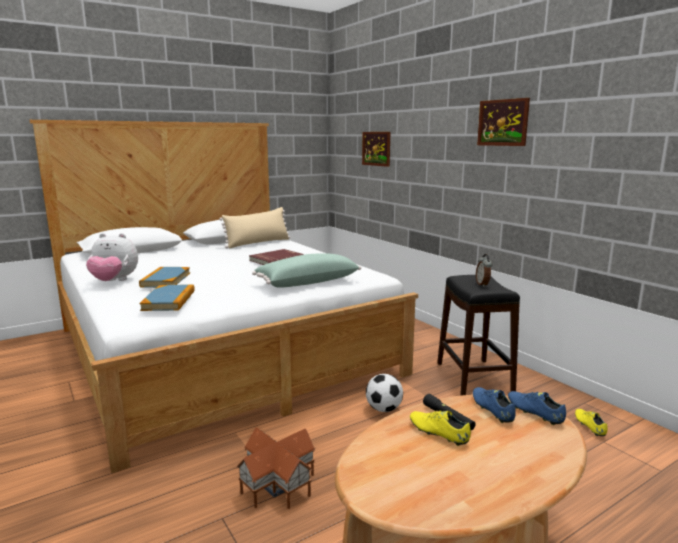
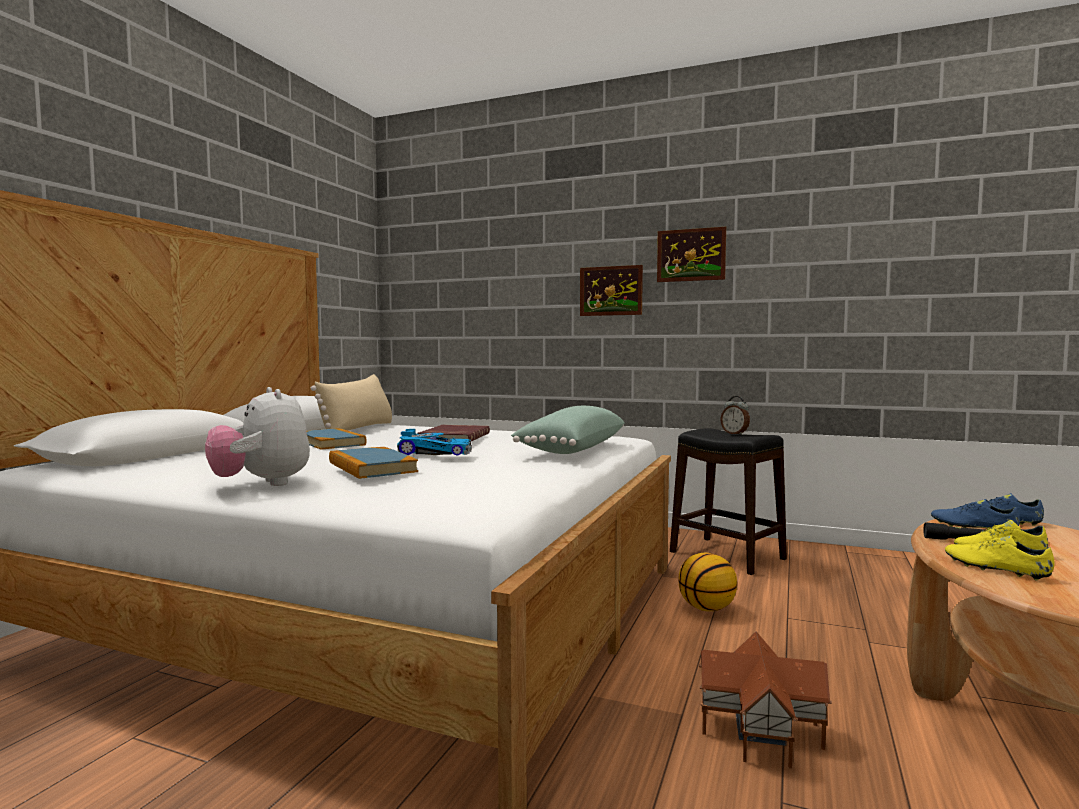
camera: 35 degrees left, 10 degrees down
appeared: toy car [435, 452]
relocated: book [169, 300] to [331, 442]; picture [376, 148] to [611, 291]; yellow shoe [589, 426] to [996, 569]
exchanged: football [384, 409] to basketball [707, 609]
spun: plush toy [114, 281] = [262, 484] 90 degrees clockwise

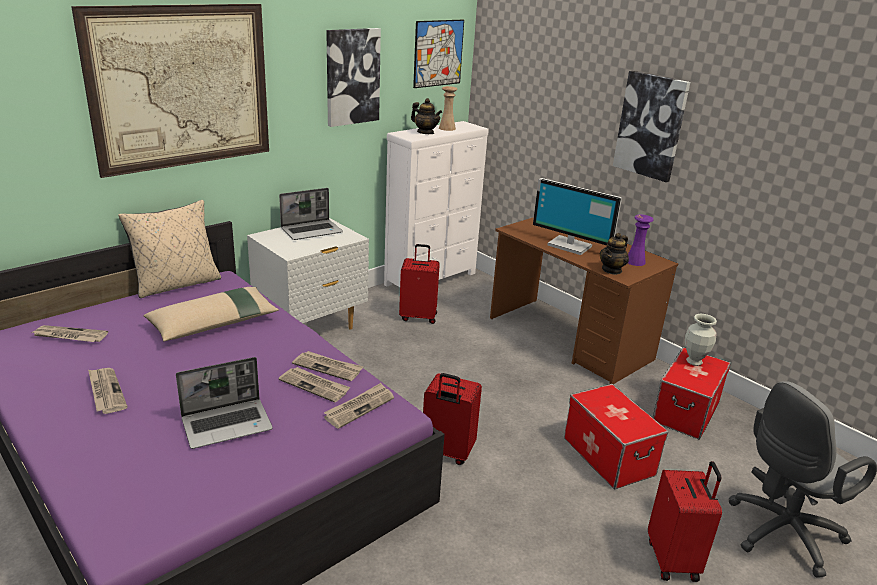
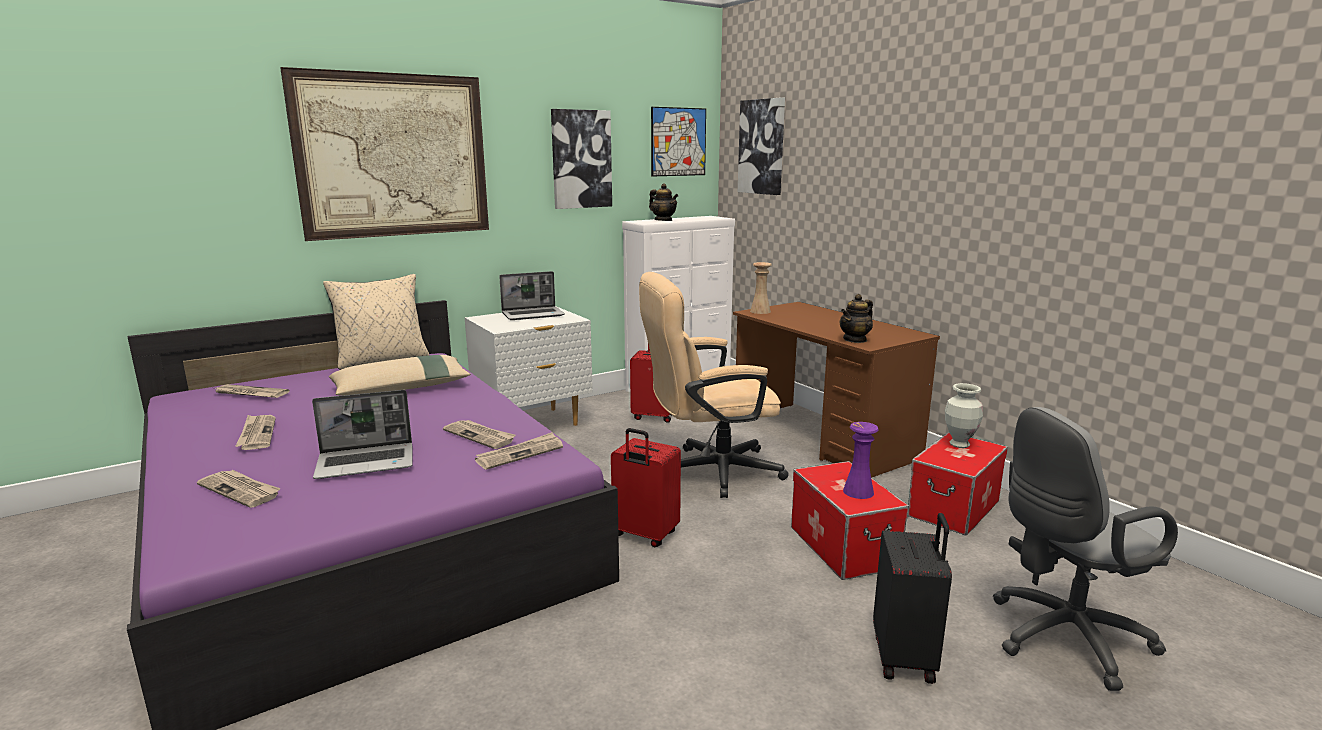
camera: 10 degrees right, 10 degrees down
missing: monitor [570, 245]
appeared: beige office chair [708, 471]
relocated: newspaper [328, 367] to [241, 490]; beige vase [447, 128] to [760, 311]; picture [651, 126] to [762, 147]; purple vase [635, 261] to [858, 491]
colour: red suitcase [673, 560] to black suitcase [905, 658]

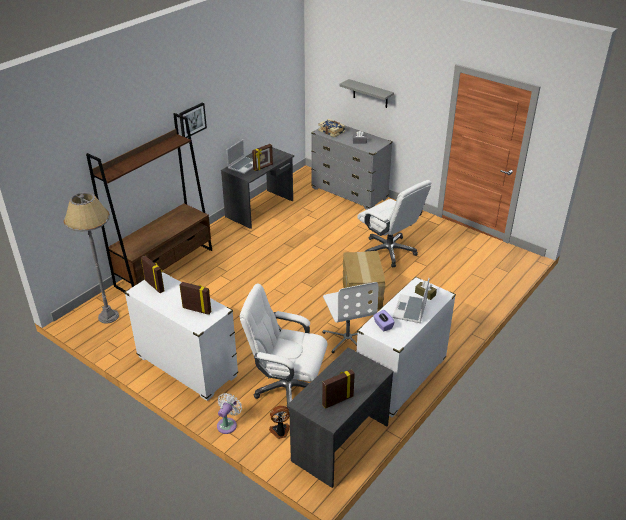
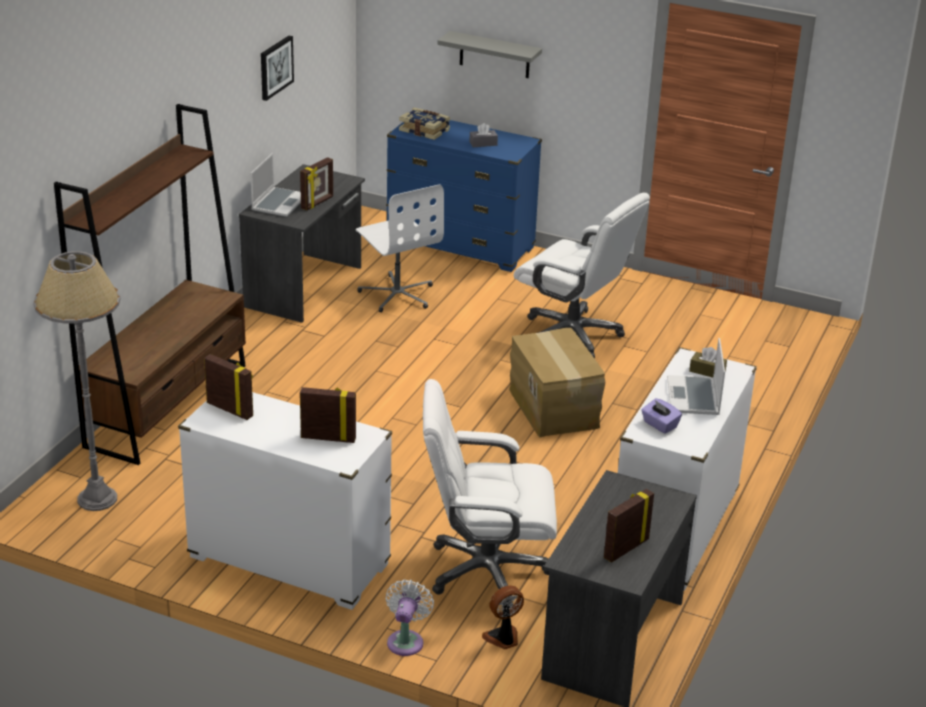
camera: 15 degrees left, 5 degrees down
relocated: picture [192, 120] to [275, 67]; white office chair [347, 338] to [397, 294]
colour: grey dresser [349, 193] to blue dresser [461, 246]

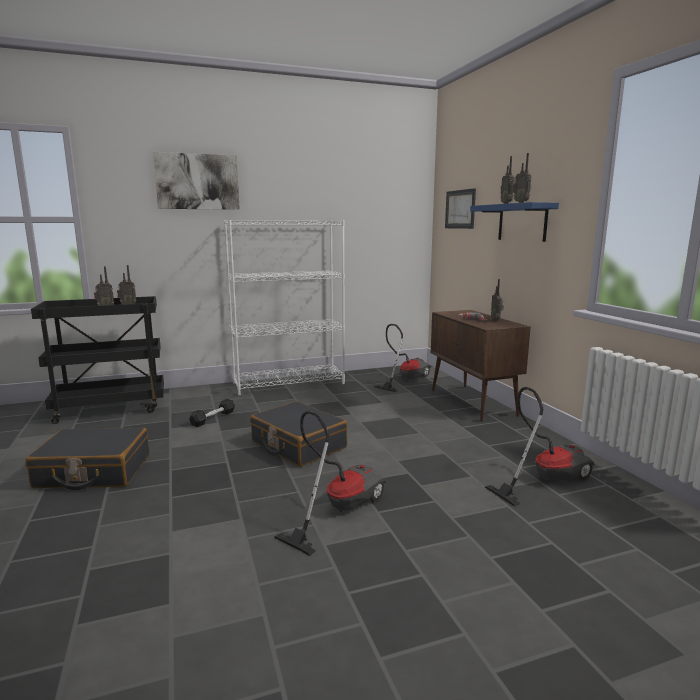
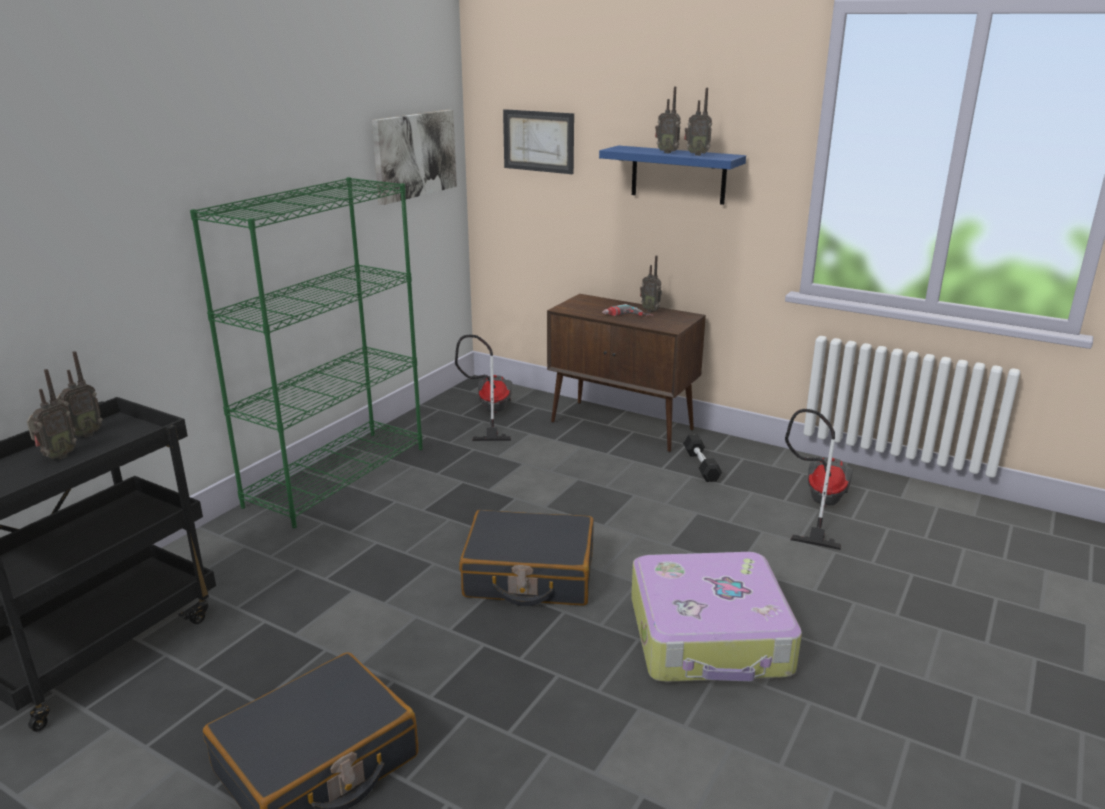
camera: 40 degrees left, 10 degrees up
relocated: picture [197, 182] to [414, 155]; black dumbbell [213, 418] to [701, 466]
exchanged: vacuum cleaner [338, 508] to suitcase [710, 637]
colour: white bookcase [289, 383] to green bookcase [337, 475]

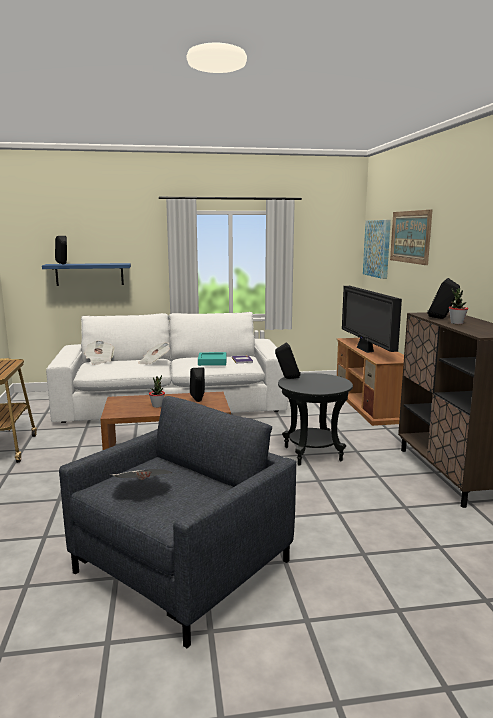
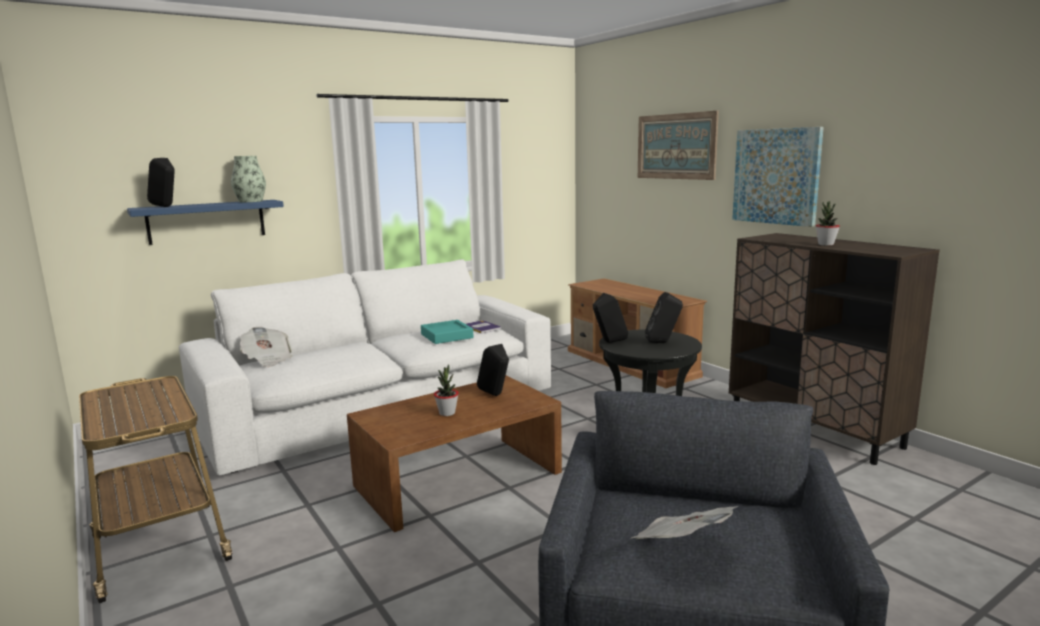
camera: 25 degrees left, 0 degrees up
missing: newspaper [154, 362]; television [365, 350]
appeared: vase [250, 201]
relocated: picture [377, 248] to [776, 176]; black speaker [441, 318] to [663, 342]

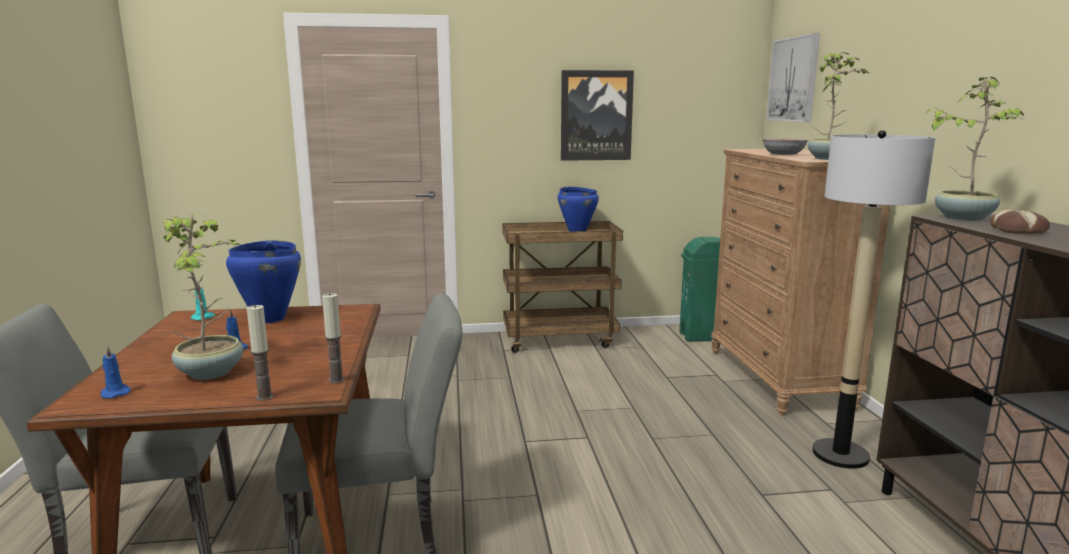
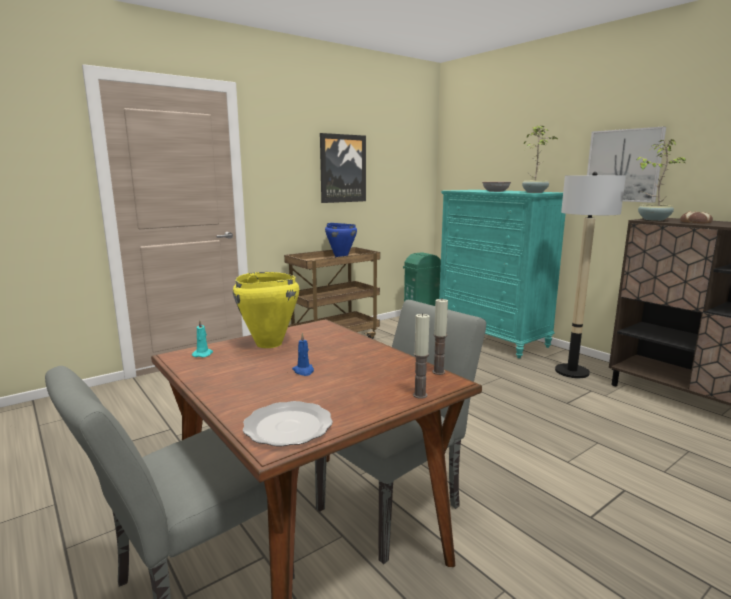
camera: 30 degrees left, 0 degrees up
missing: potted plant [212, 372]
relocated: picture [793, 79] to [623, 165]
exchanged: blue candle [115, 393] to plate [287, 426]
colour: blue cooking pot [269, 319] to yellow cooking pot [268, 344]; brown dresser [778, 379] to turquoise dresser [491, 338]

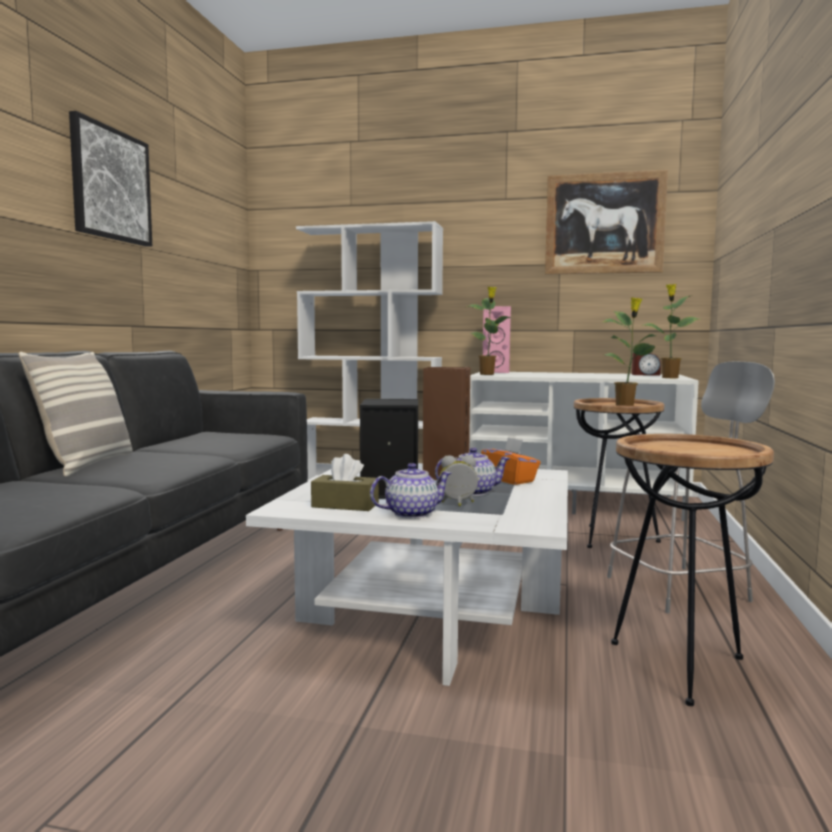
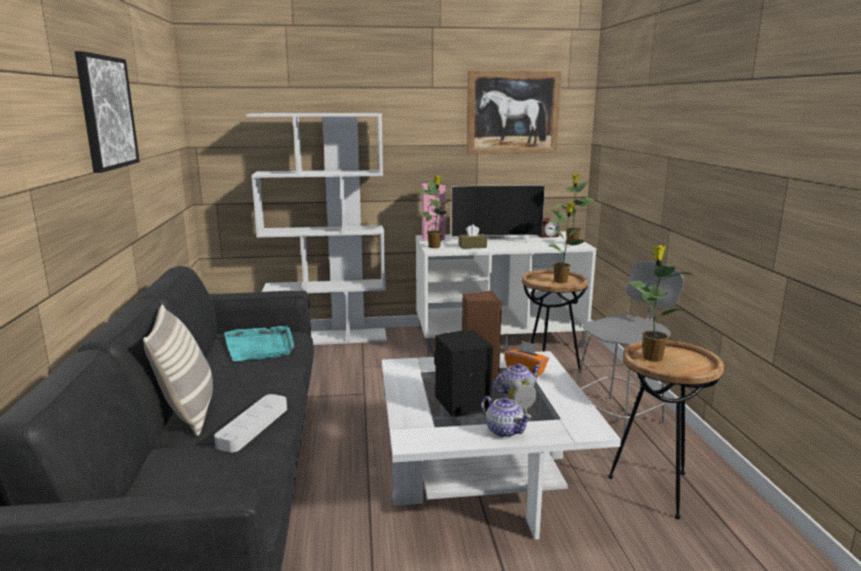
camera: 20 degrees left, 10 degrees up
appeared: grey tray [253, 426]; turquoise tray [260, 346]; television [496, 239]; potted plant [651, 357]
relocated: brown tissue box [345, 505] to [472, 246]
spun: teapot [410, 514] = [504, 430] 90 degrees clockwise

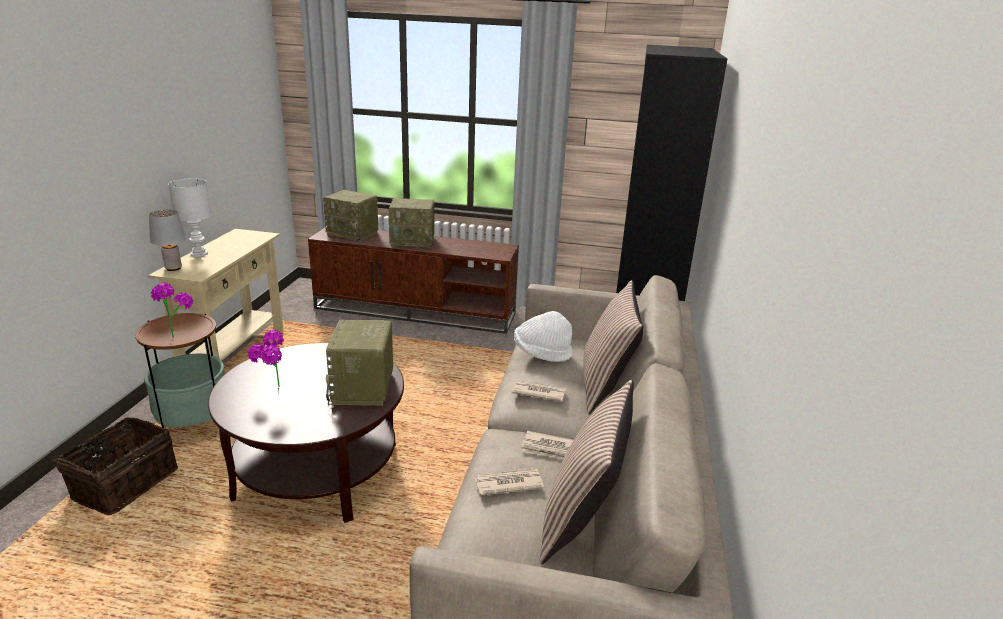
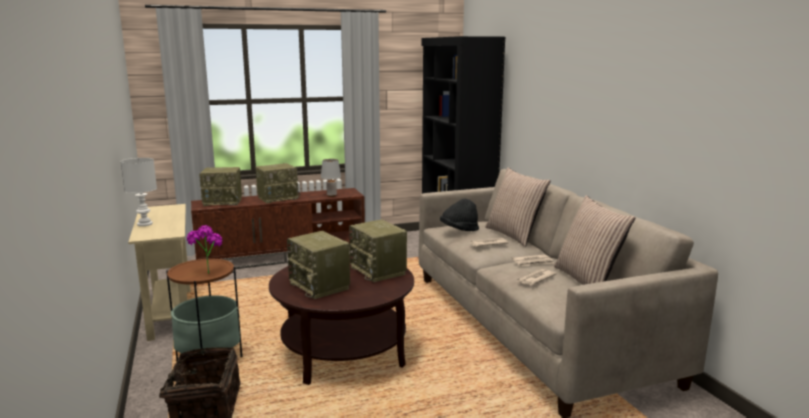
camera: 30 degrees left, 10 degrees down
relocated: grey table lamp [173, 268] to [331, 195]
exchanged: potted plant [272, 390] to radio [320, 286]
colour: white hat [542, 353] to black hat [459, 230]

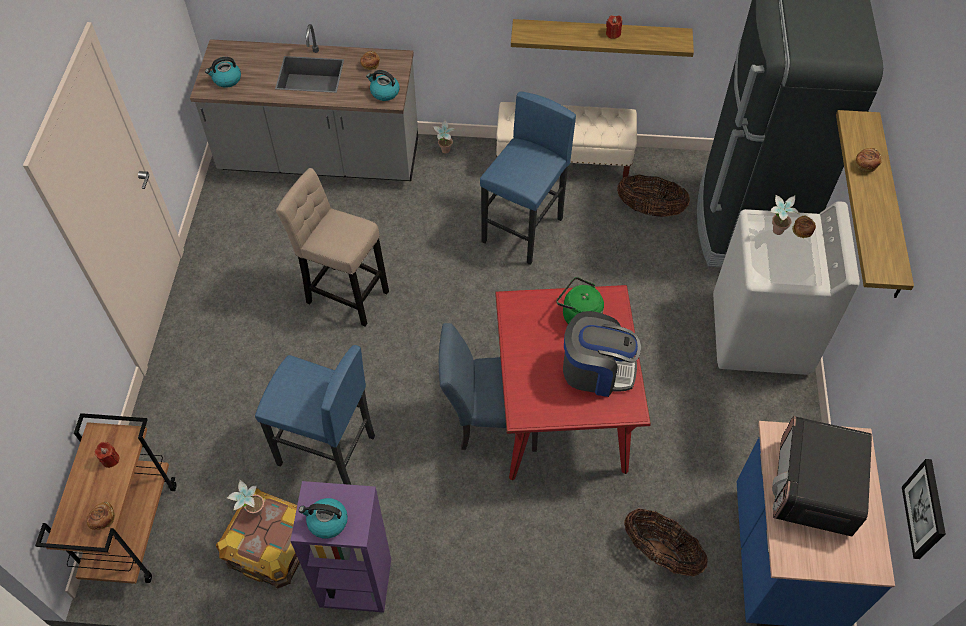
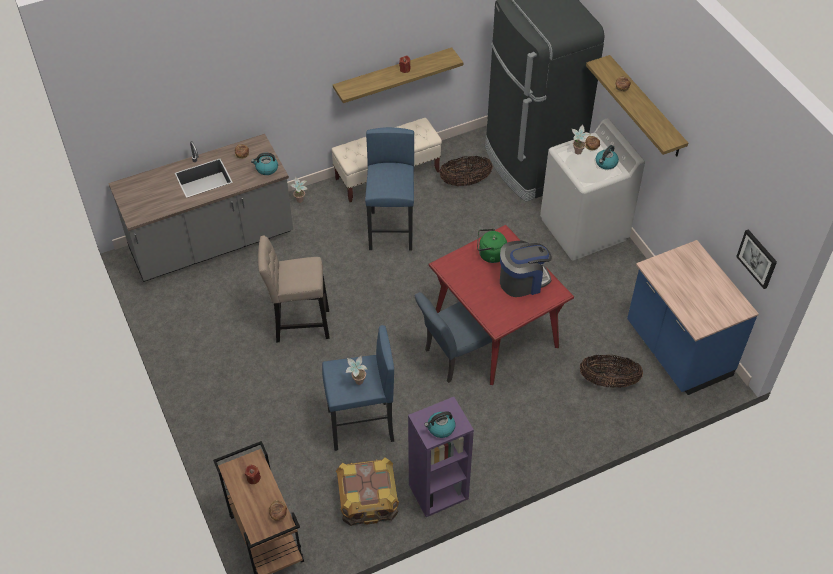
camera: 30 degrees left, 5 degrees down
missing: microwave [813, 488]
relocated: kettle [226, 79] to [606, 163]; potted plant [253, 512] to [357, 383]

